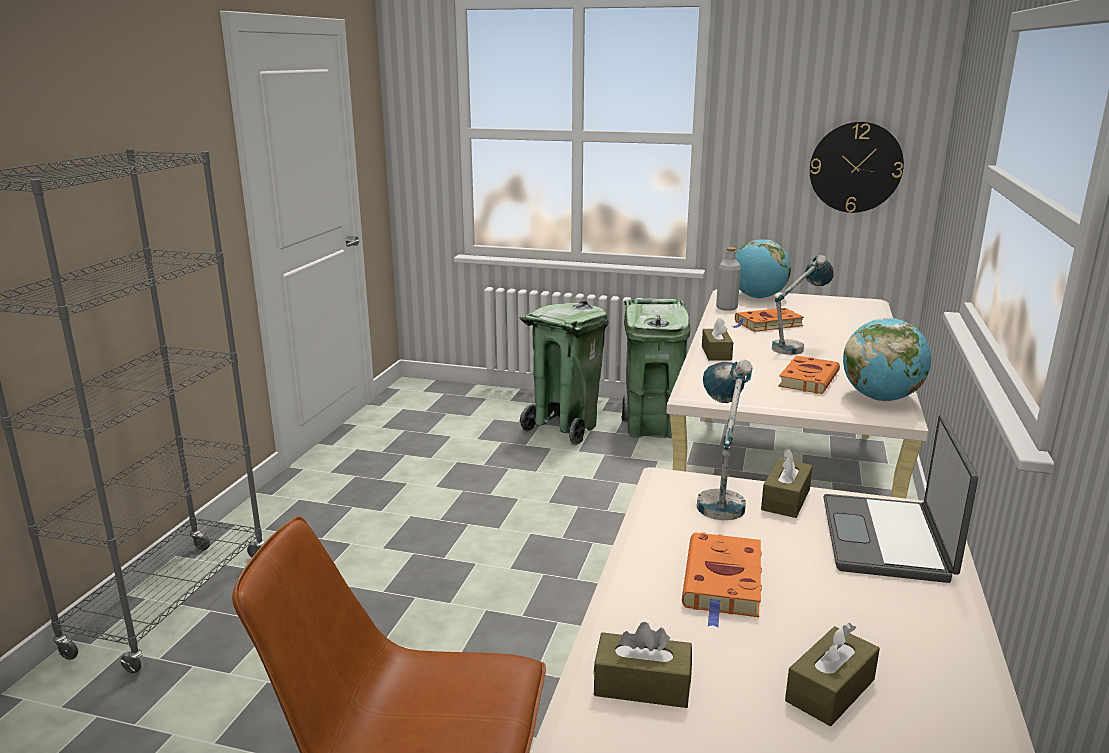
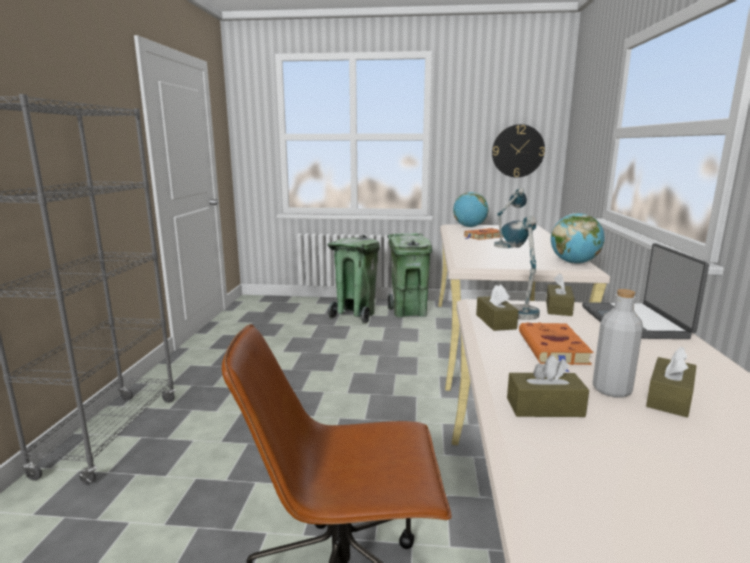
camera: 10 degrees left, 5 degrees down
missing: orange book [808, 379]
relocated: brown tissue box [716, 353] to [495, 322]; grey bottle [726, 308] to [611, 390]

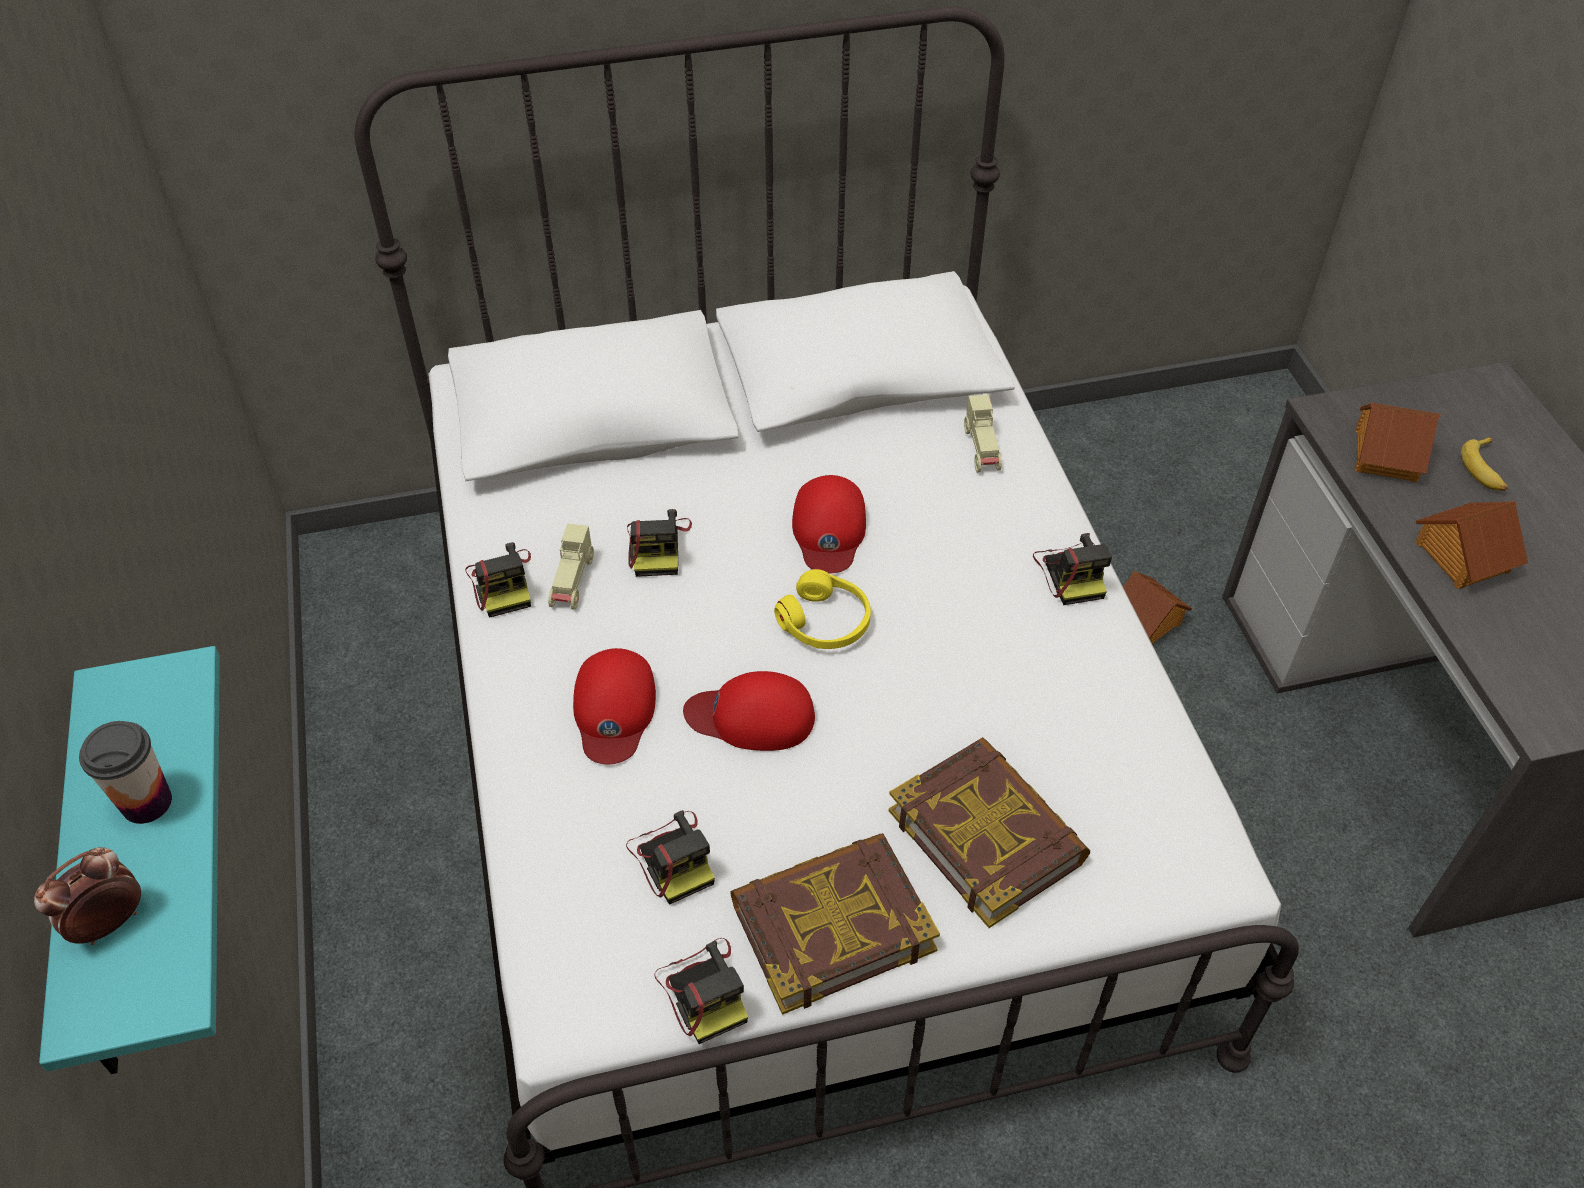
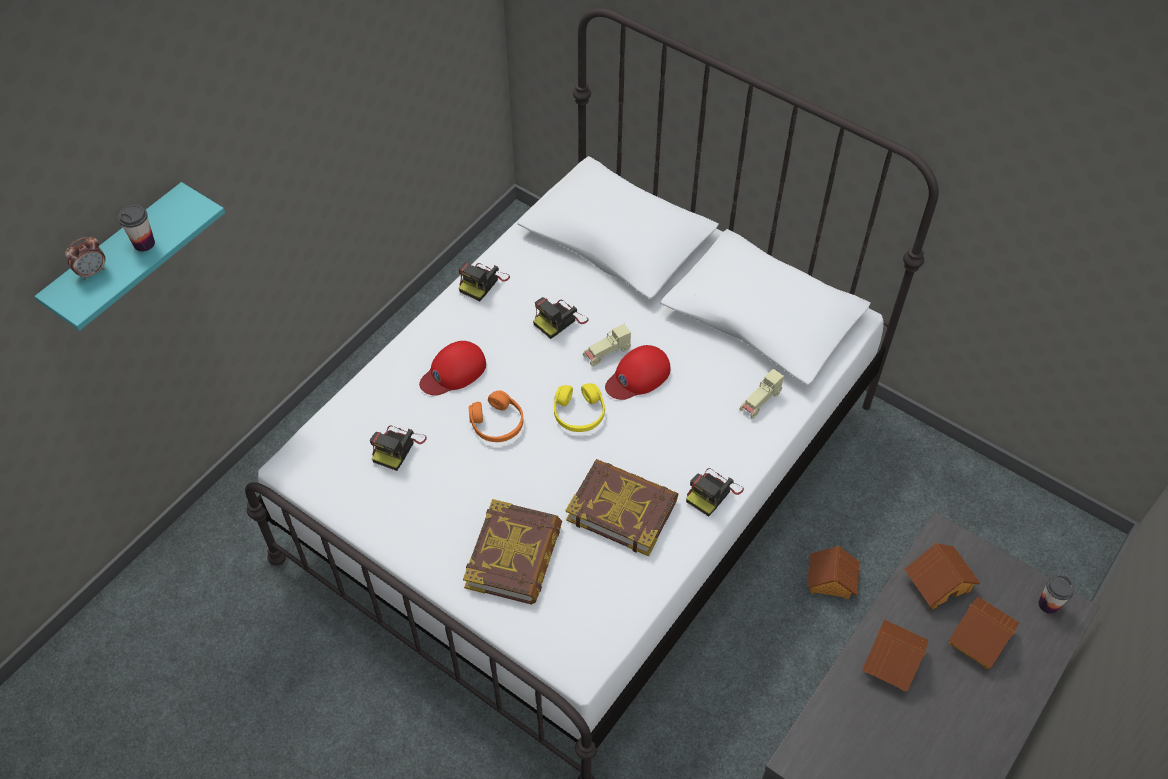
camera: 50 degrees right, 5 degrees up
missing: photo camera [704, 990]
appeared: cup [1048, 604]
relocated: beige toy car [573, 582] to [607, 353]; book [831, 926] to [622, 509]
exchanged: red cap [752, 716] to orange headphones [497, 423]; banana [1484, 470] to toy house [980, 639]
spun: alarm clock [109, 923] = [92, 272] 135 degrees clockwise

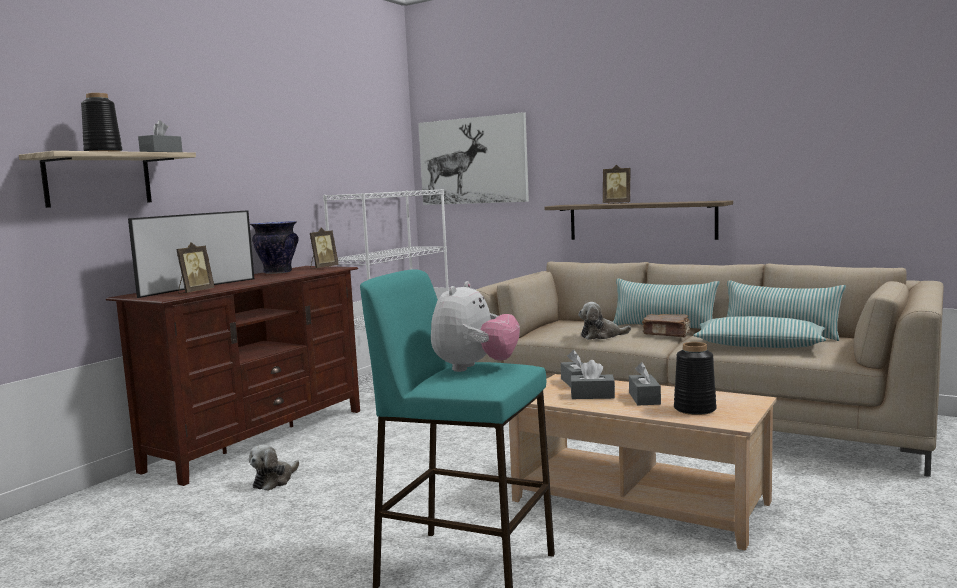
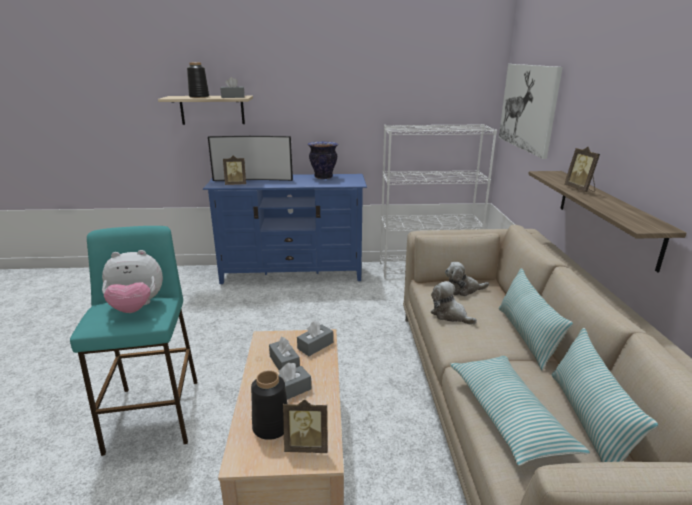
camera: 55 degrees right, 15 degrees up
missing: brown book [666, 334]
relocated: plush toy [274, 481] to [462, 290]; picture frame [323, 268] to [307, 446]
colour: brown tv stand [259, 438] to blue tv stand [292, 273]

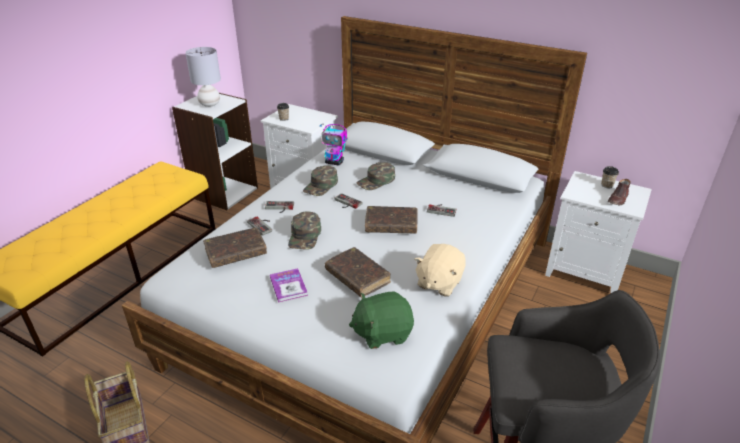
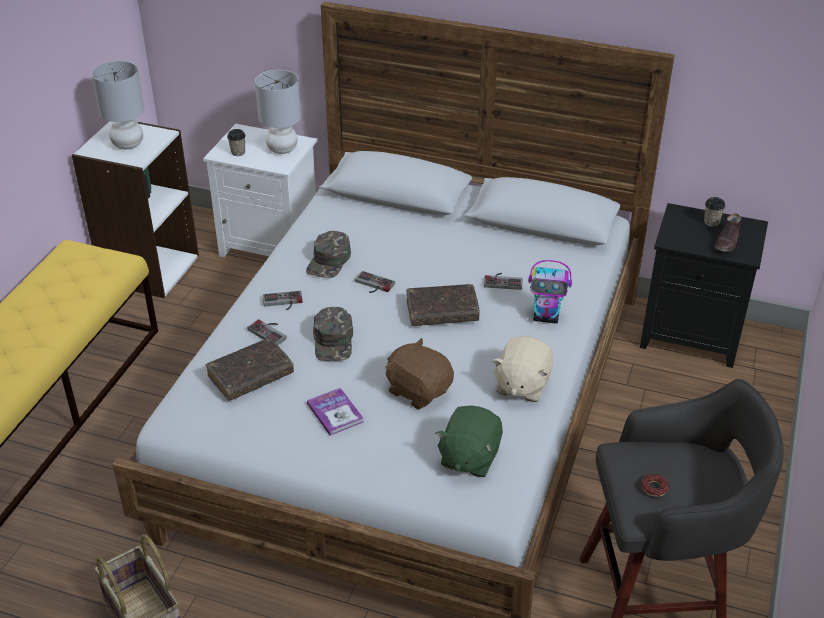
camera: 10 degrees left, 5 degrees up
missing: green cap [376, 181]
appeared: grey table lamp [282, 149]; donut [654, 488]
relocated: toy robot [334, 162] to [546, 317]
exchanged: brown book [357, 277] to brown plush toy [418, 390]
colour: white nightstand [586, 271] to black nightstand [693, 335]
spun: green plush toy [382, 333] = [469, 457] 45 degrees counterclockwise

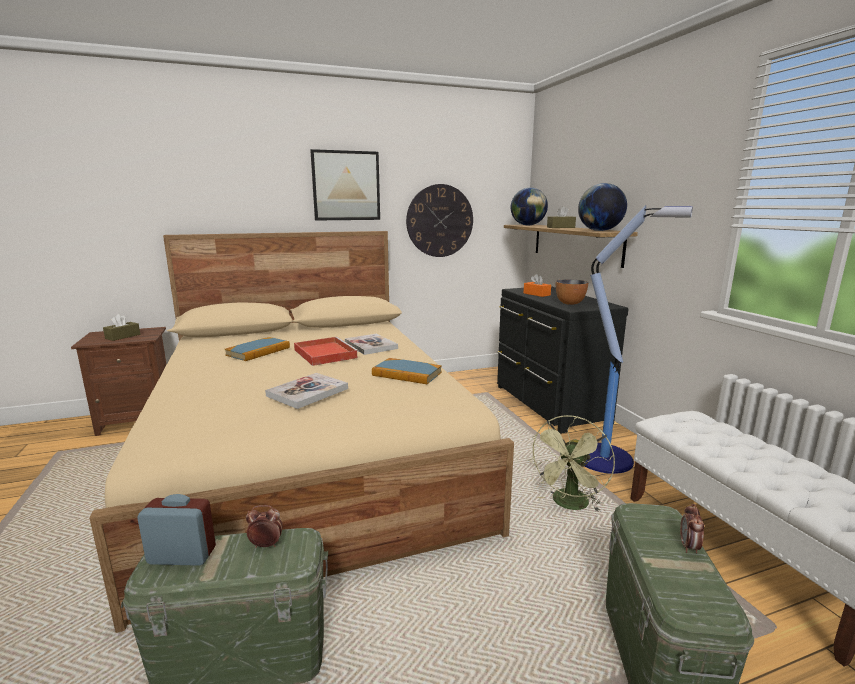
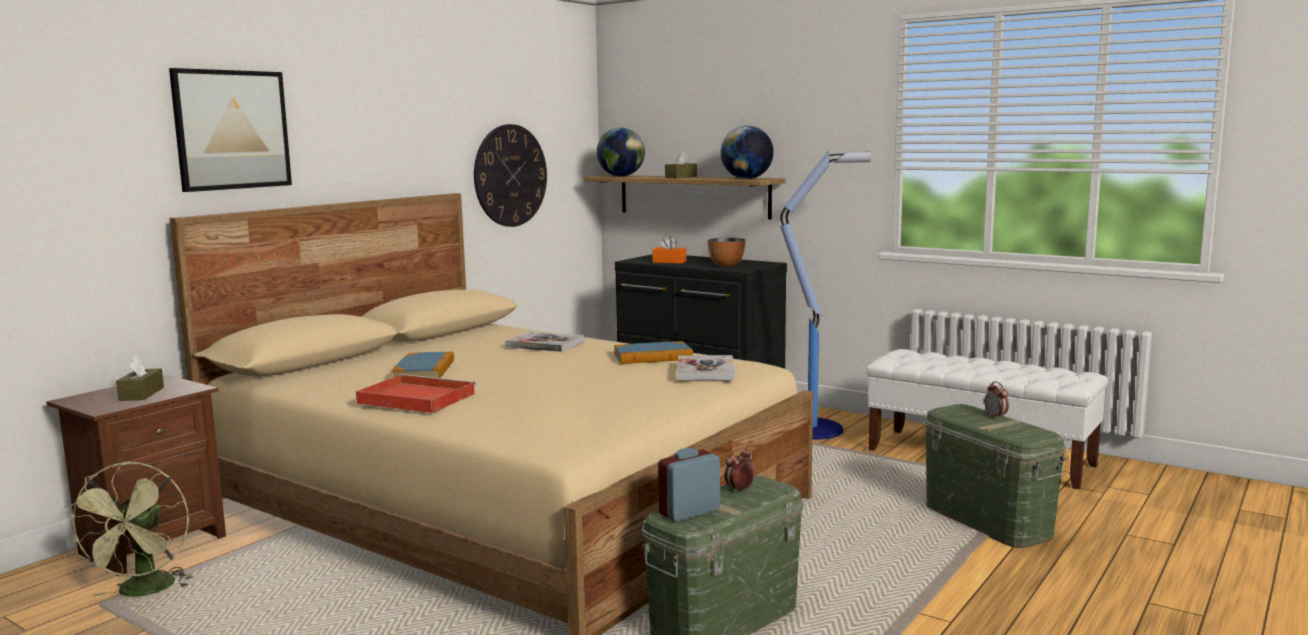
camera: 35 degrees left, 5 degrees down
relocated: book [307, 392] to [705, 371]; red tray [324, 353] to [414, 398]; picture [346, 186] to [232, 130]; green fan [569, 505] to [143, 592]

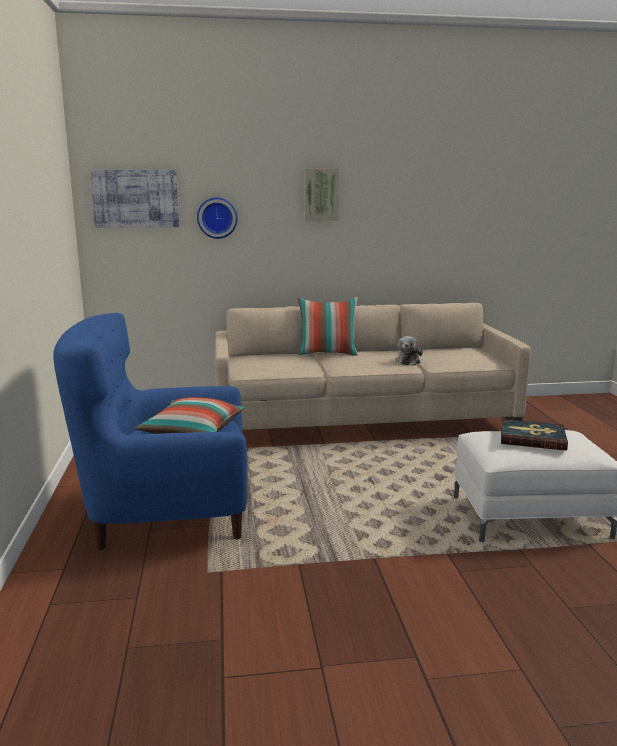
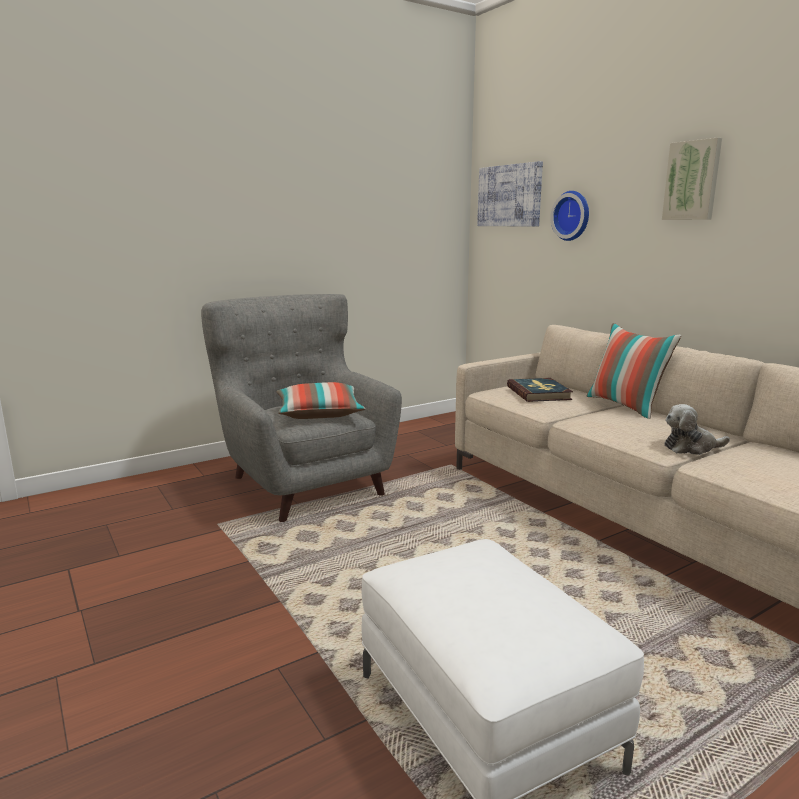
camera: 65 degrees right, 0 degrees up
relocated: book [532, 438] to [539, 393]
colour: blue armchair [166, 515] to grey armchair [304, 483]

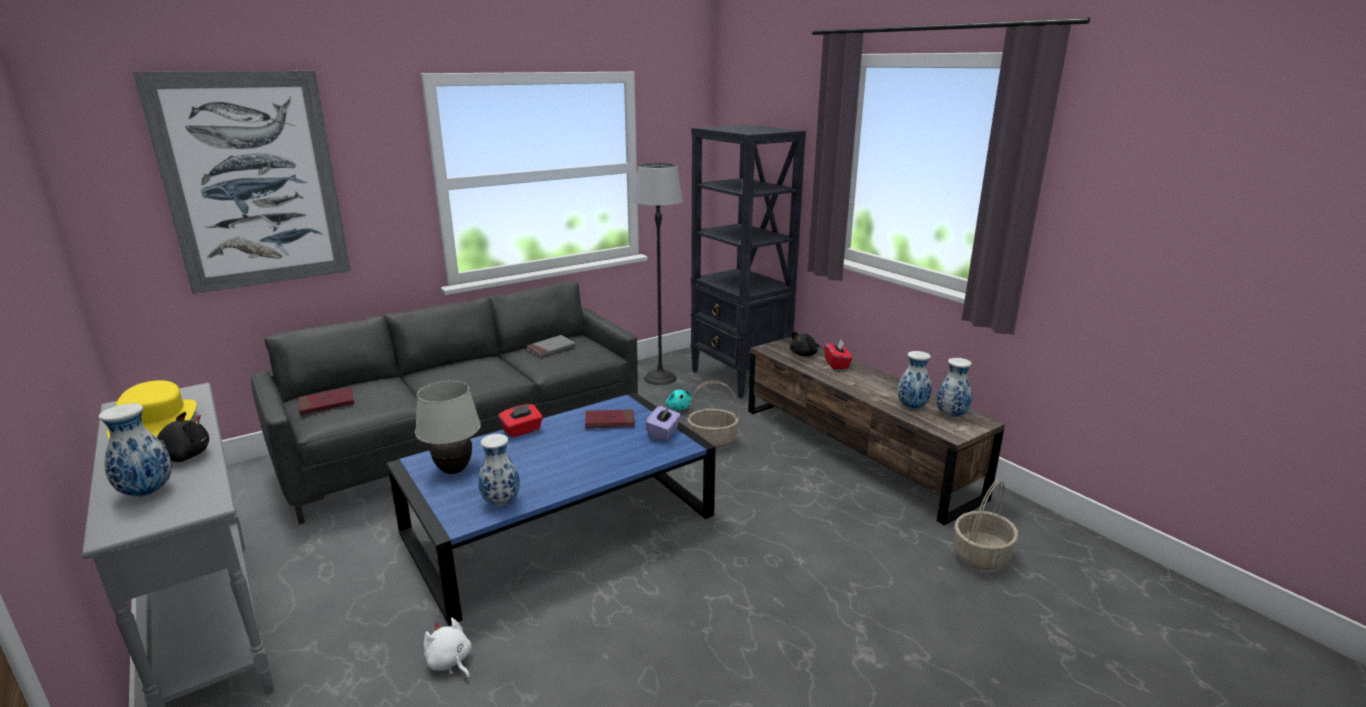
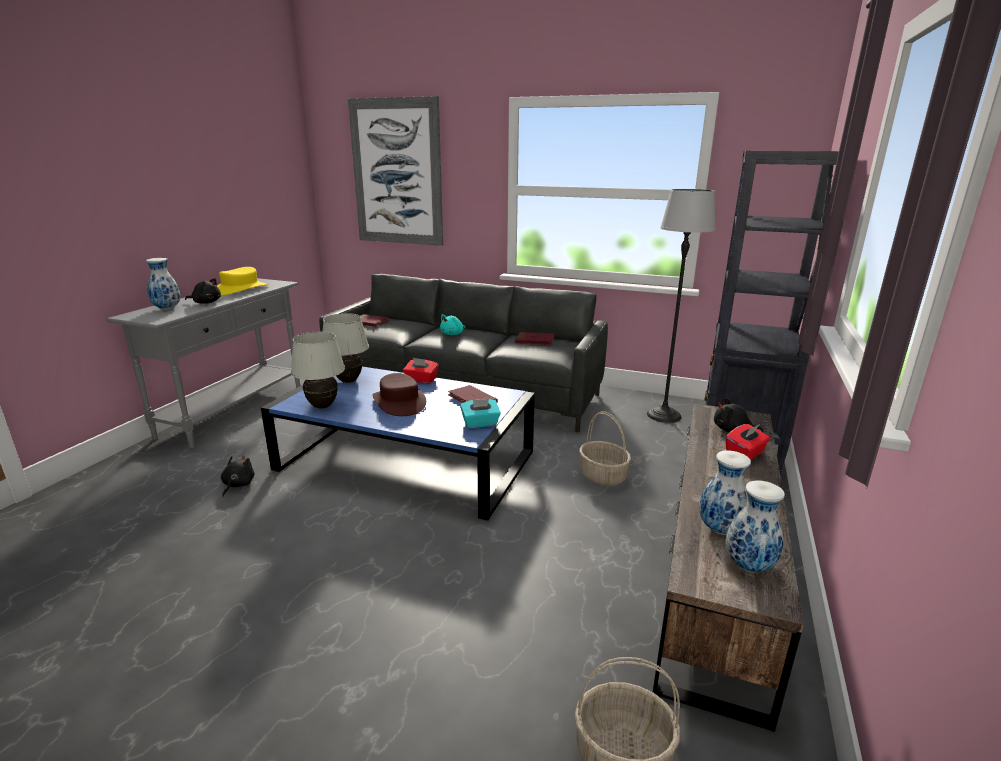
camera: 55 degrees right, 0 degrees up
appeared: brown hat [399, 402]
relocated: turquoise plush toy [678, 408] to [453, 334]
exchanged: vase [502, 502] to white table lamp [323, 406]
colour: white plush toy [450, 662] to black plush toy [237, 485]; grey book [551, 348] to red book [535, 340]; purple tissue box [663, 433] to turquoise tissue box [480, 423]

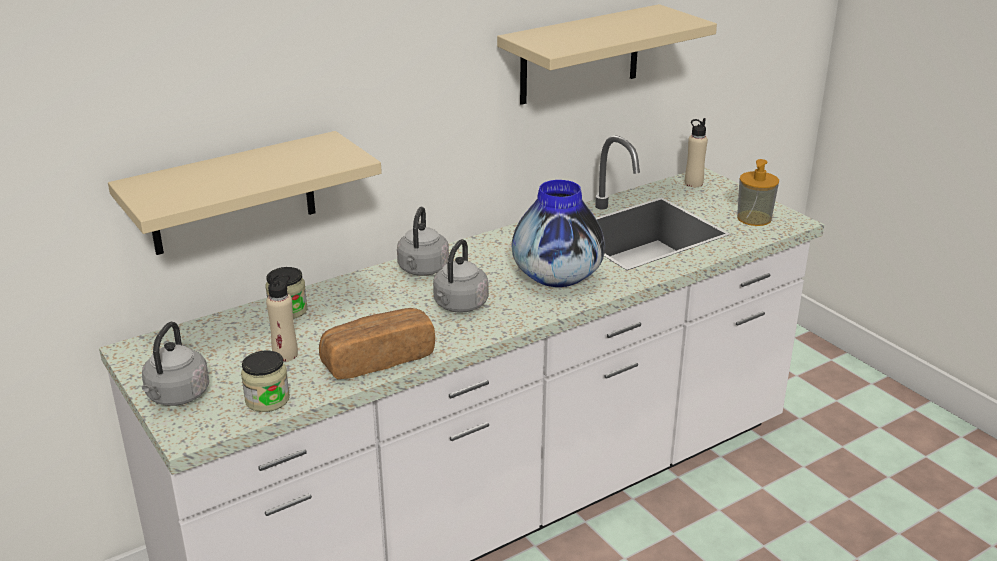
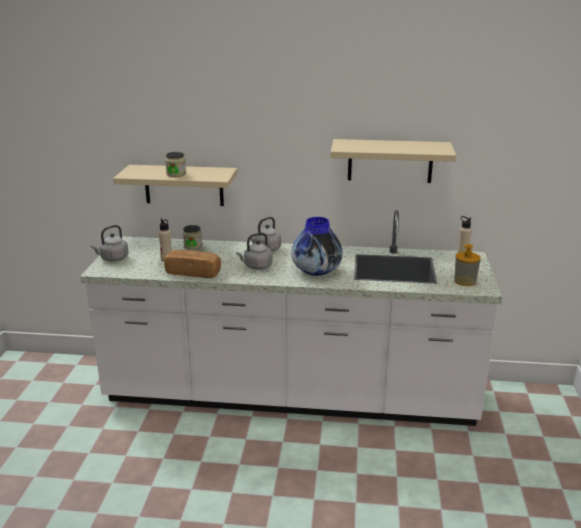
camera: 40 degrees right, 5 degrees down
relocated: jar [267, 399] to [176, 174]

